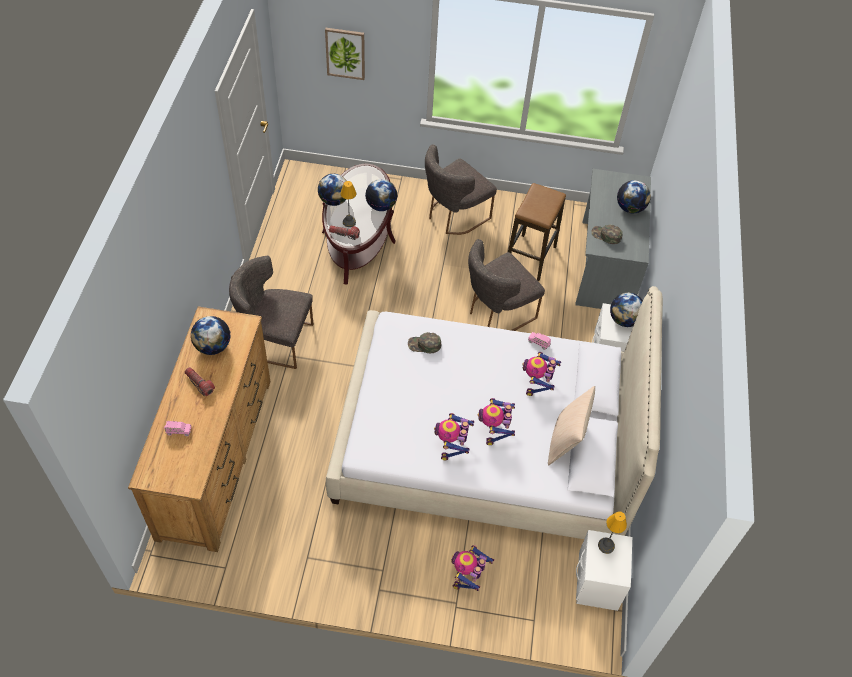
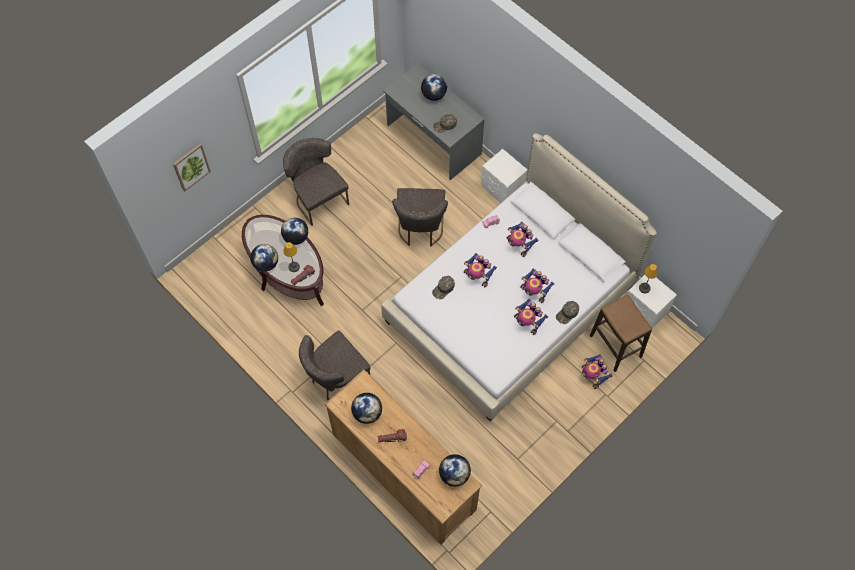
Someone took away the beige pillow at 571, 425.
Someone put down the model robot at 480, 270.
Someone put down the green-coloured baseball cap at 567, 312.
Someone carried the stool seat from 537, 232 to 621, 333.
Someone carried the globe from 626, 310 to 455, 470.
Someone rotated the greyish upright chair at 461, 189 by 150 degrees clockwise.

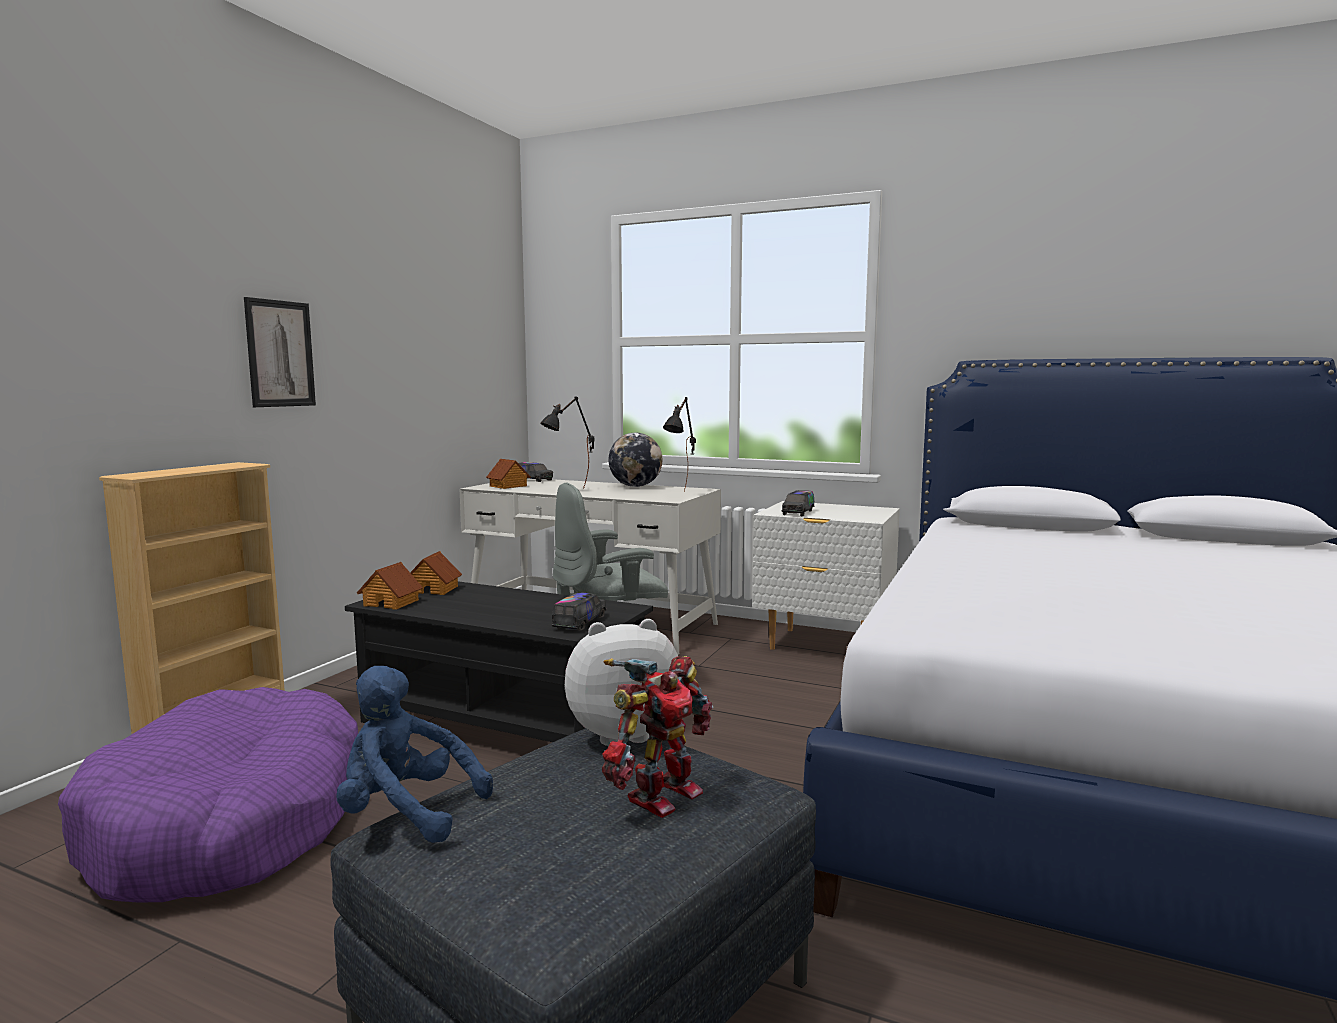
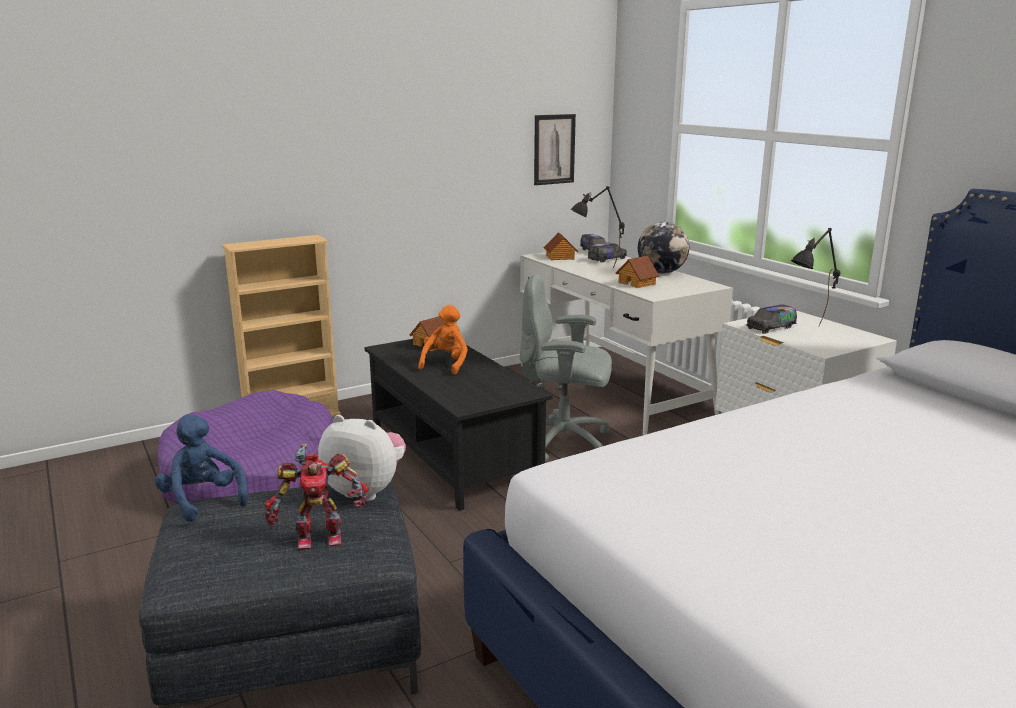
Someone put down the orange plush toy at 443, 340.
Someone carried the wall art from 280, 352 to 555, 149.
Someone carried the toy house from 390, 586 to 637, 272.
Someone carried the model truck from 579, 611 to 607, 253.
Someone carried the black table lamp from 679, 444 to 815, 277.

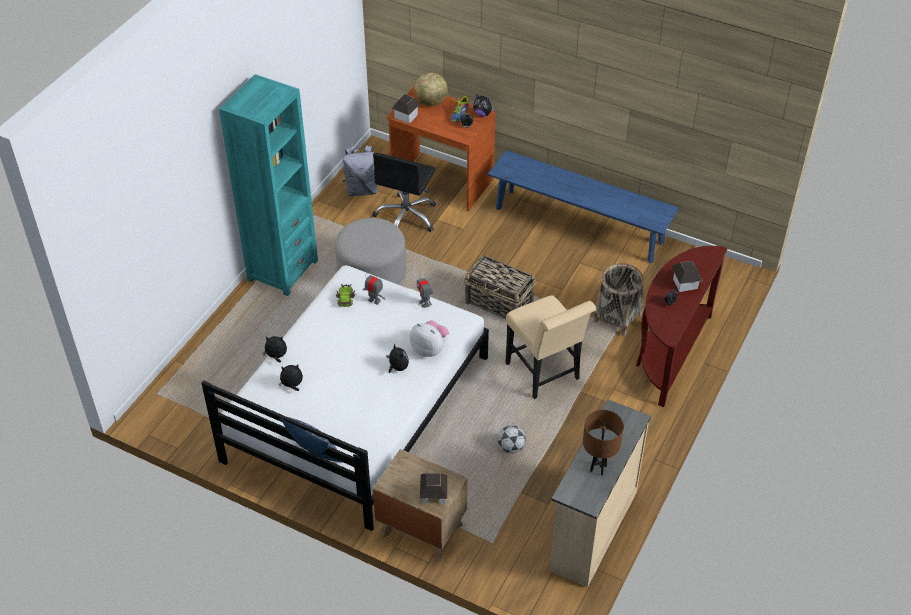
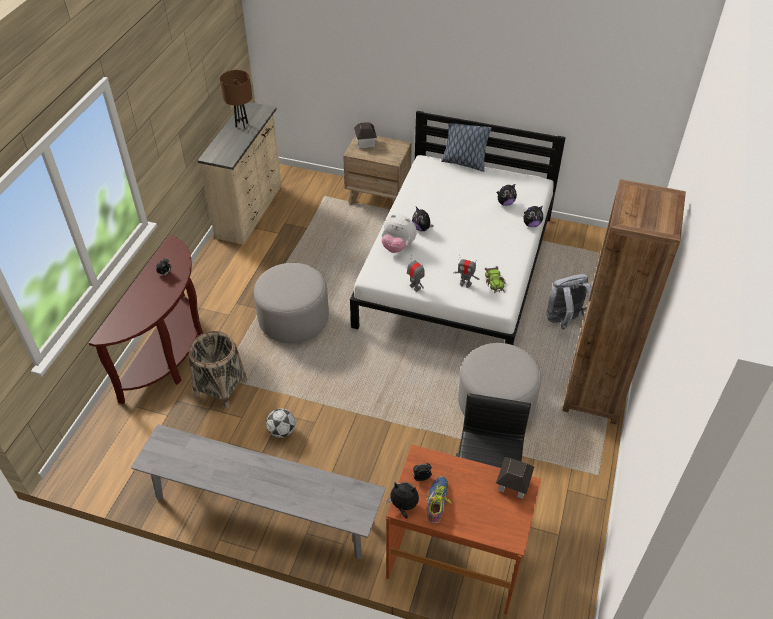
Someone took away the globe at 431, 89.
Someone took away the basket at 500, 287.
Someone took away the toy house at 687, 276.
Someone carried the greyish rucksack from 360, 170 to 569, 302.
Someone carried the football ball from 512, 439 to 280, 423.
Someone swapped the beige upright chair at 550, 347 for the greyish pouffe at 291, 303.
Someone repainted the turquoise-coloured shelving unit at 268, 185, which became the brown-coloured shelving unit at 624, 302.
Someone repainted the bluish bench at 583, 206, which became the greyish bench at 258, 492.

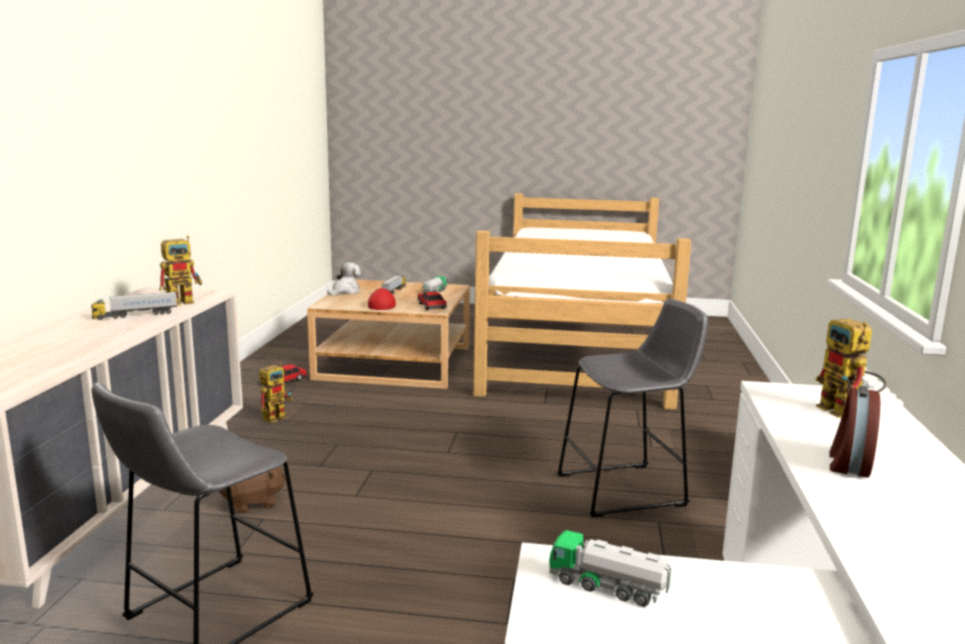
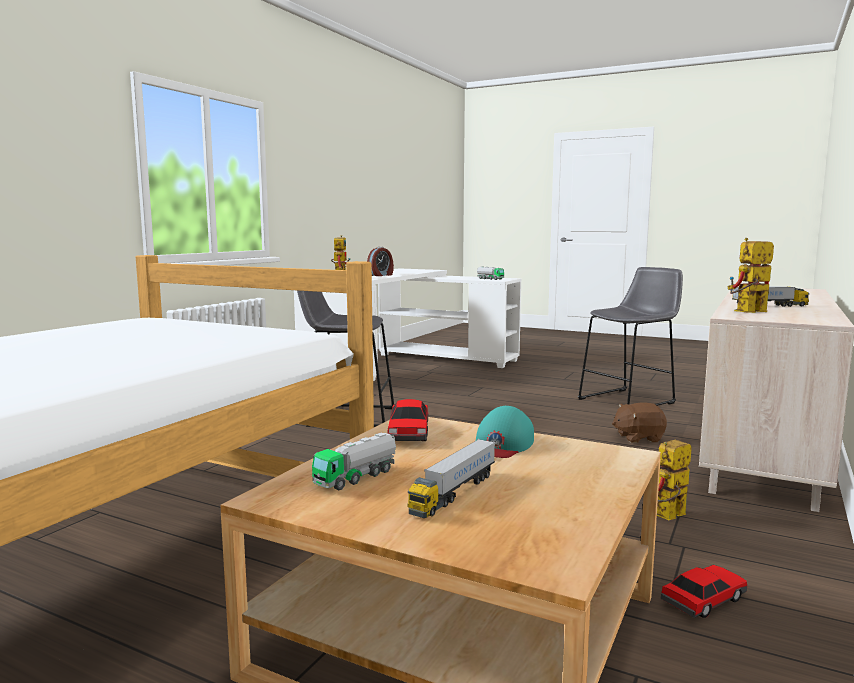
Someone took away the plush toy at 344, 279.
Someone repainted the red-coloured baseball cap at 382, 299, which became the turquoise-coloured baseball cap at 505, 432.

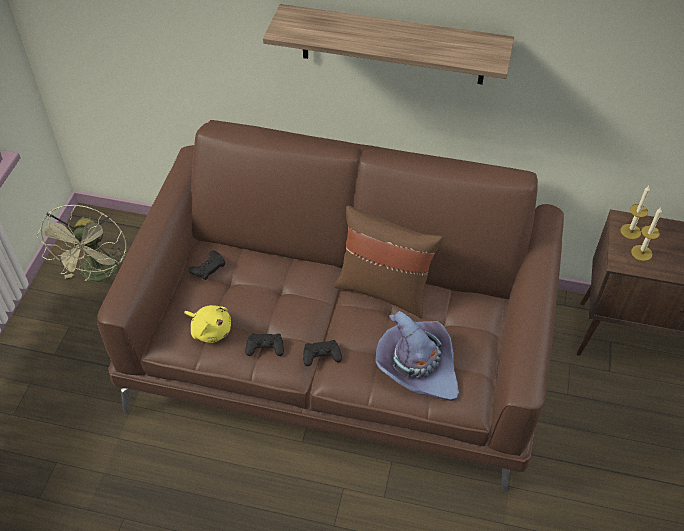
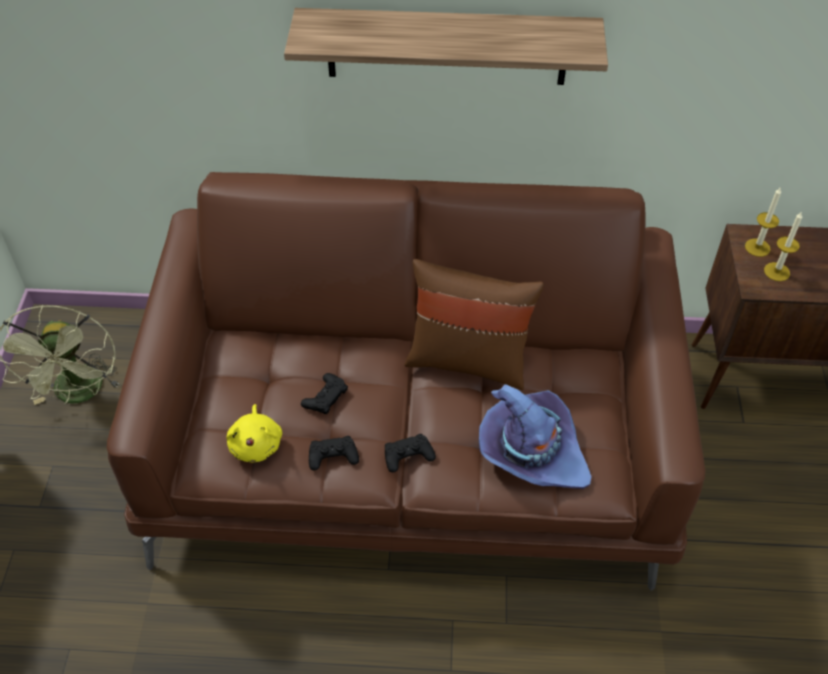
Someone carried the black joypad from 207, 265 to 324, 393.
Someone rotated the yellow-coloured plush toy at 207, 324 by 60 degrees clockwise.

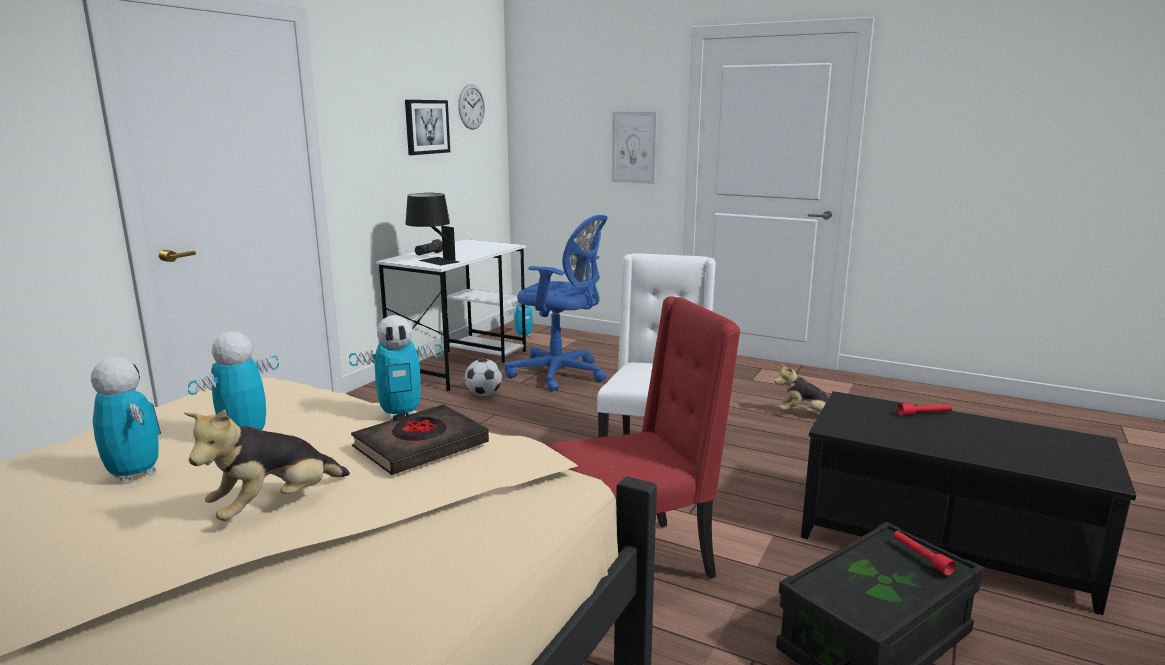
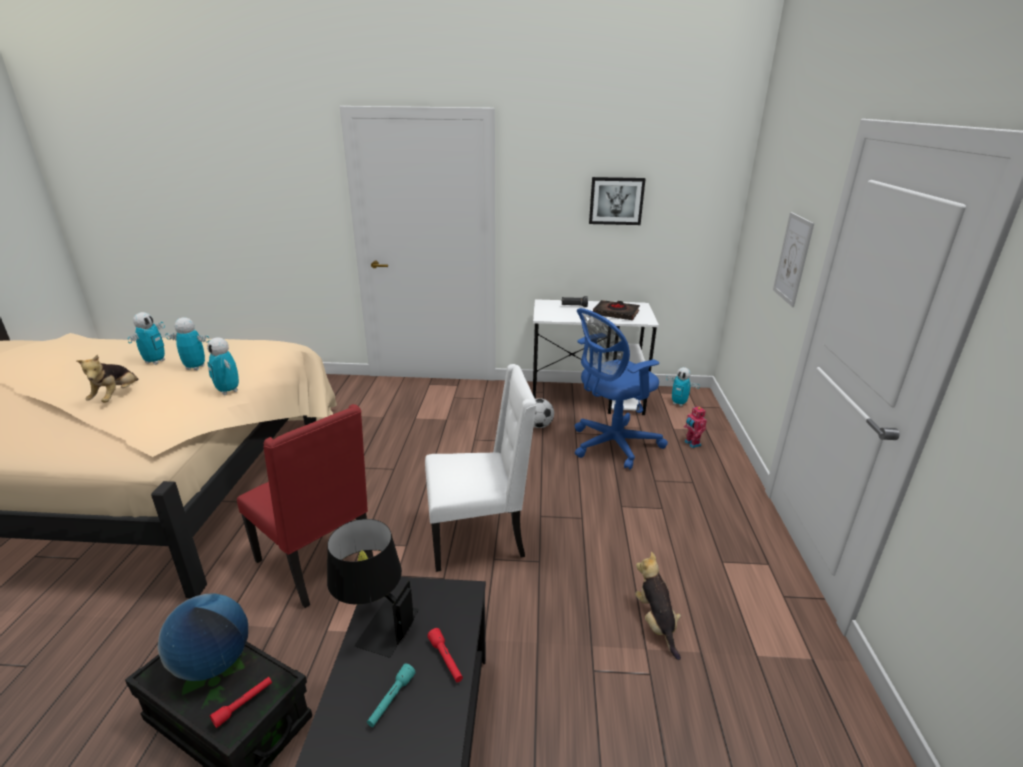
Someone took away the clock on the wall at 471, 107.
Someone put down the globe at 203, 637.
Someone put down the turquoise-coloured flashlight at 391, 695.
Someone put down the model robot at 695, 426.
Someone carried the black book from 420, 439 to 616, 310.
Someone carried the black table lamp from 432, 229 to 373, 588.
Someone rotated the plush toy at 267, 465 by 105 degrees counterclockwise.
Someone rotated the bluish desk chair at 556, 303 by 60 degrees clockwise.

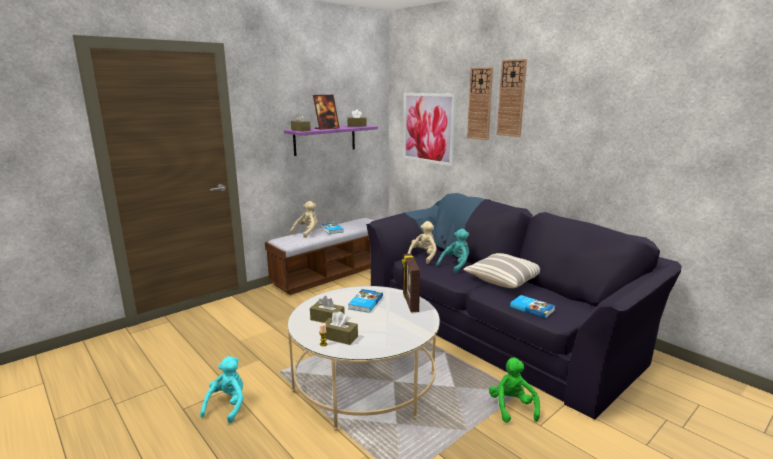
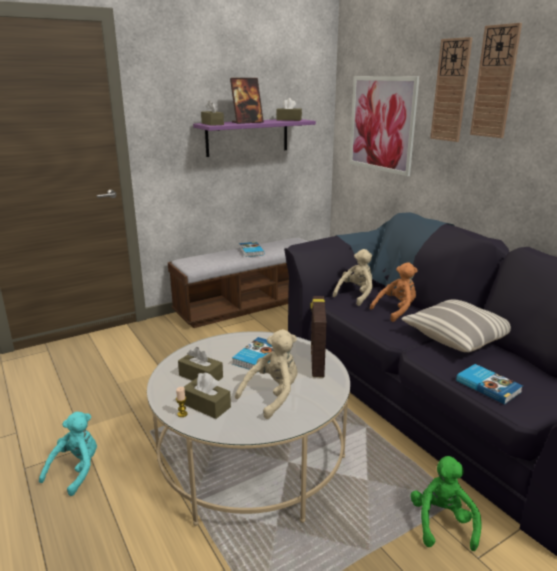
Someone carried the beige plush toy from 304, 219 to 266, 374.
Someone repainted the turquoise-coloured plush toy at 452, 251, which became the orange plush toy at 394, 292.

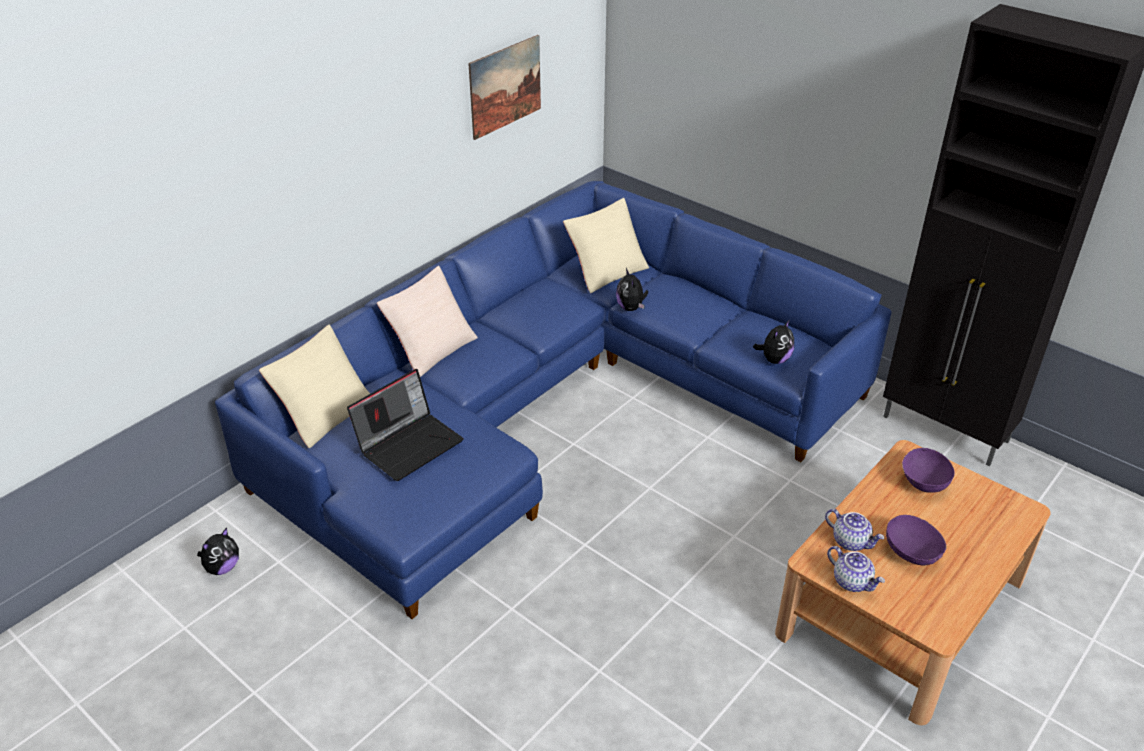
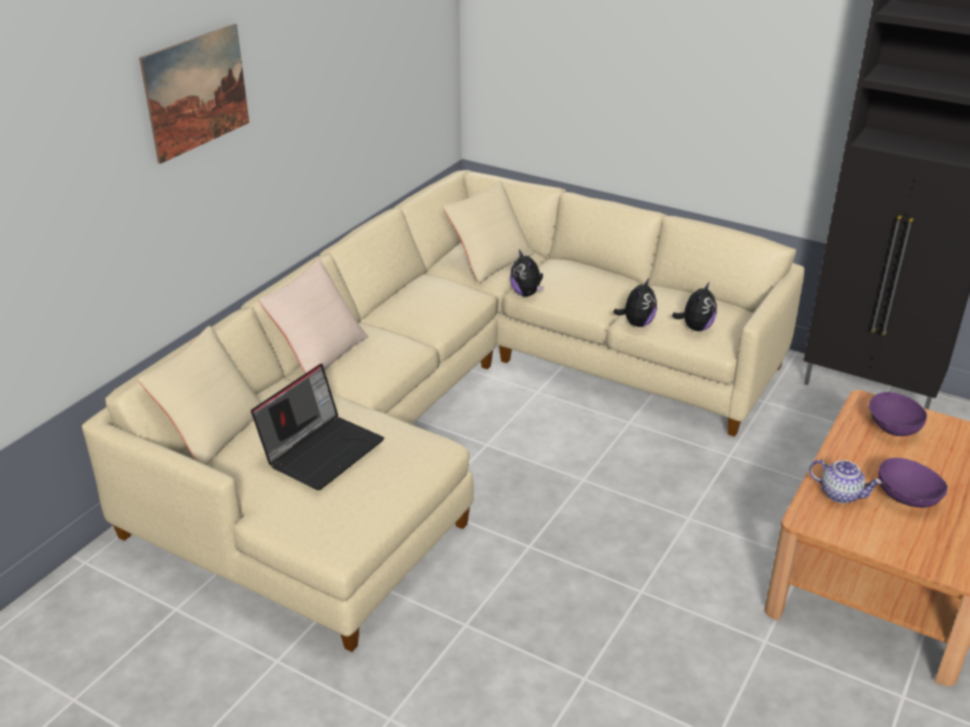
Someone took away the teapot at 856, 569.
Someone carried the plush toy from 218, 551 to 635, 302.
Someone carried the wall art from 504, 87 to 194, 94.
Someone repainted the bluish settee at 553, 400, which became the beige settee at 443, 411.

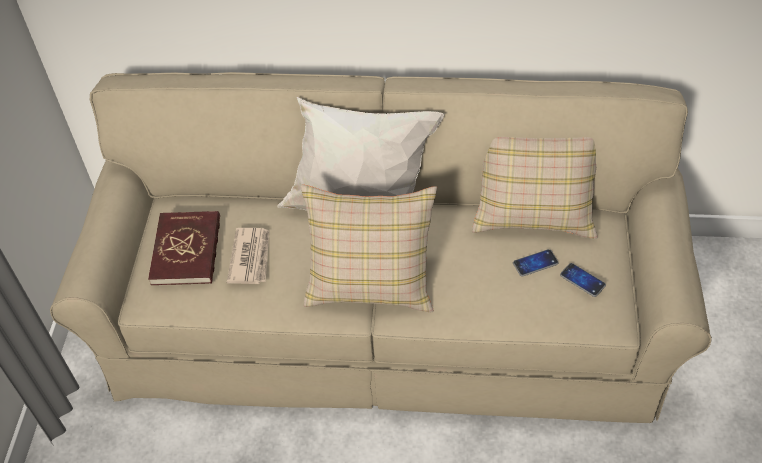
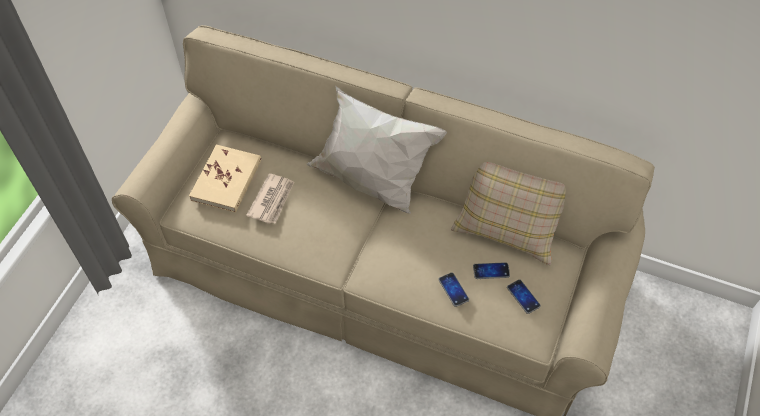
Someone took away the beige pillow at 369, 248.
Someone put down the telephone at 453, 289.
Someone repainted the red-coloured book at 184, 248, which became the beige book at 225, 179.

